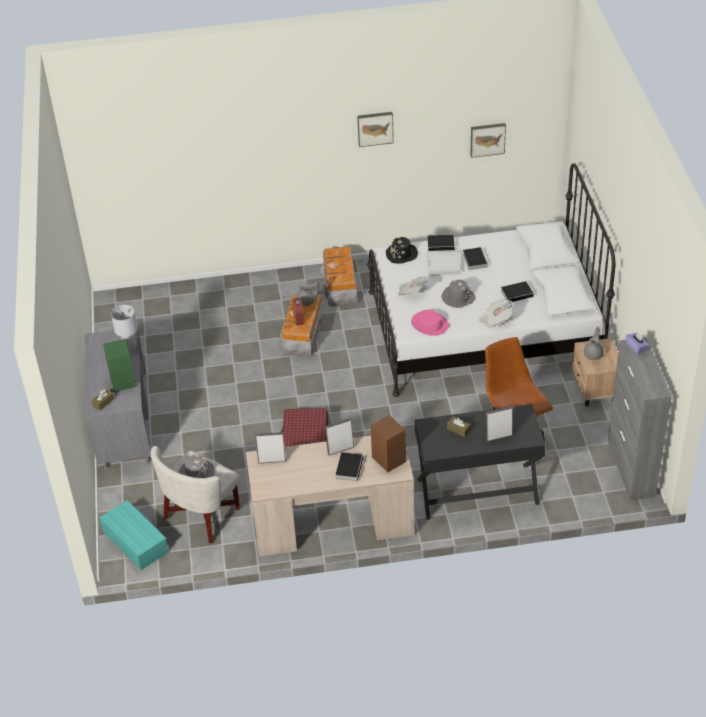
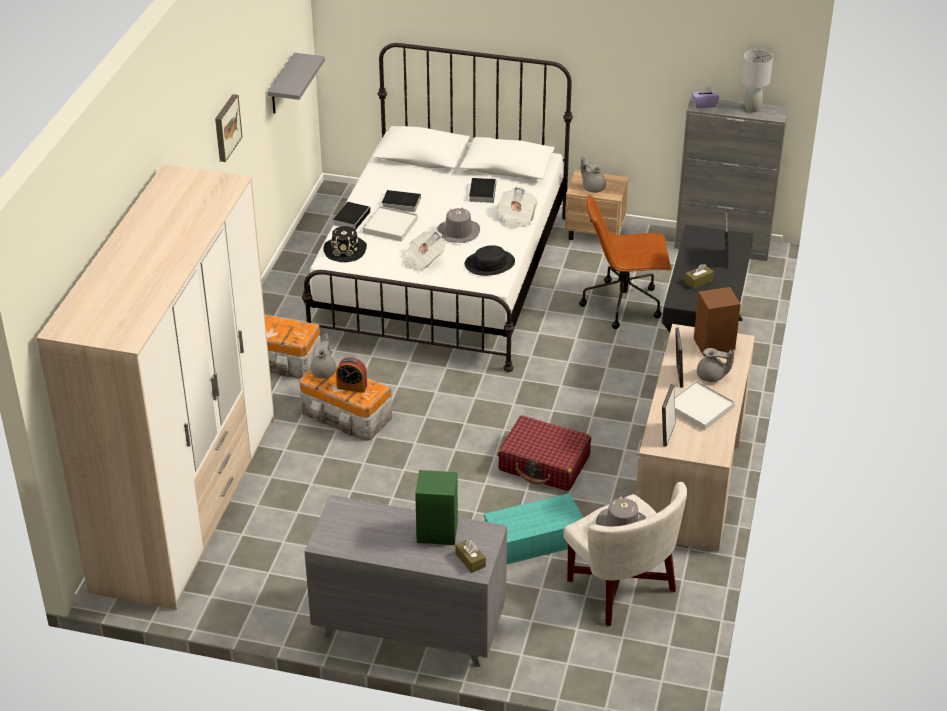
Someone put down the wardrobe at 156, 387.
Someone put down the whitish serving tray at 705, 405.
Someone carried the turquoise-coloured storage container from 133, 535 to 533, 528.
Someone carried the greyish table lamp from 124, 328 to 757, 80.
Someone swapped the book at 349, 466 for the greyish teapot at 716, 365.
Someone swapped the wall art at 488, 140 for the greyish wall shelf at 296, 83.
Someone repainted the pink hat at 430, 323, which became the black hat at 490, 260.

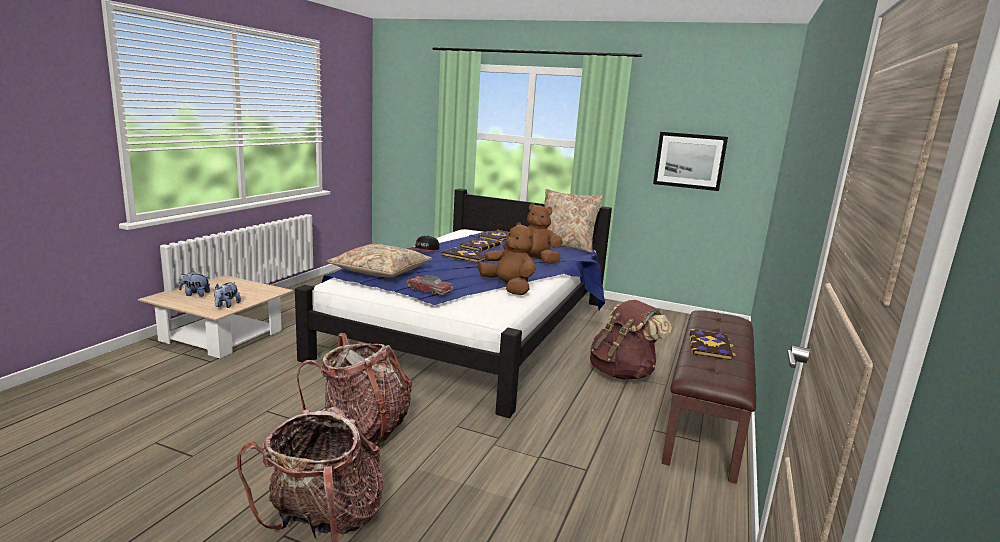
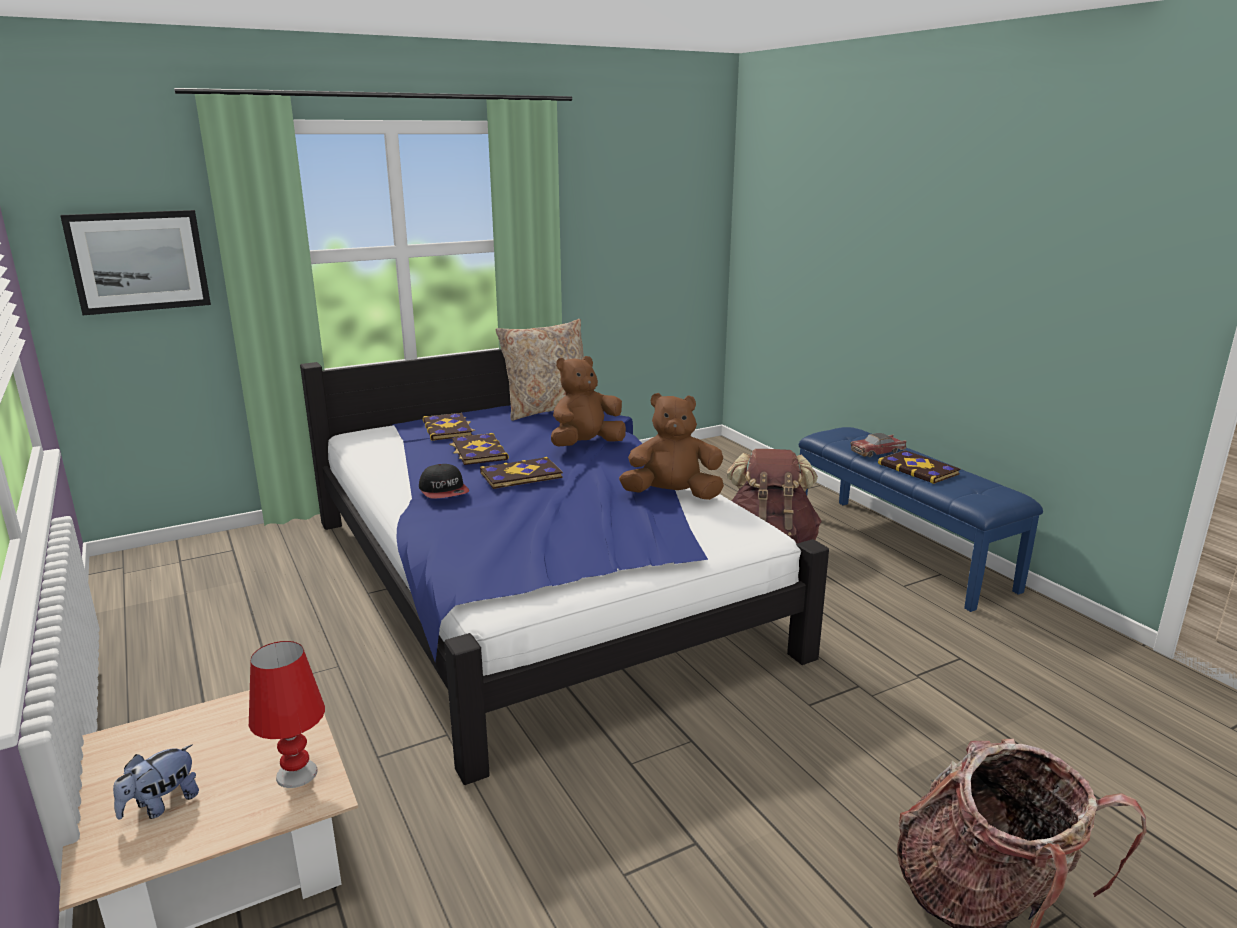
Someone took away the rucksack at 354, 390.
Someone took away the beige pillow at 380, 261.
Someone carried the miniature car from 430, 285 to 878, 445.
Someone carried the wall art from 690, 161 to 135, 262.
Someone swapped the plush toy at 227, 295 for the red-coloured table lamp at 287, 714.
Someone repainted the brown-coloured bench at 709, 397, which became the bluish bench at 921, 519.

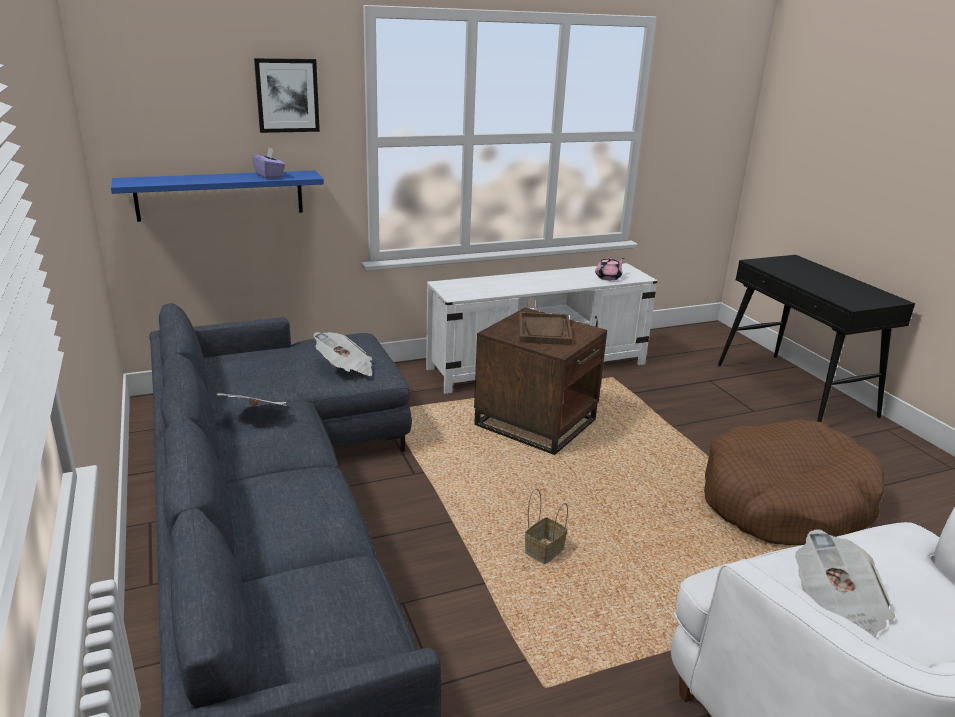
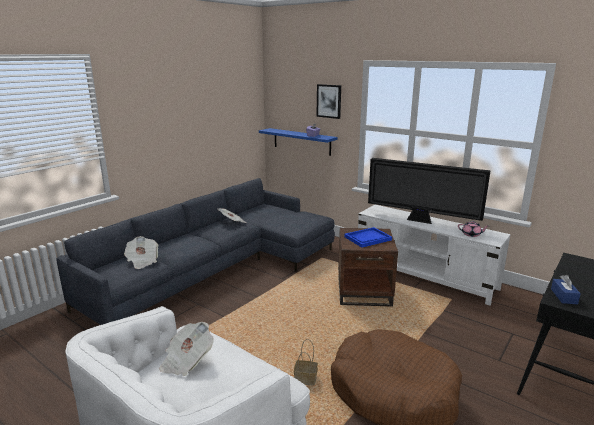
Someone put down the television at 429, 191.
Someone put down the bluish tissue holder at 566, 289.
Someone carried the newspaper from 343, 354 to 141, 252.
Someone carried the basket from 546, 526 to 306, 362.
Someone repainted the brown-coloured serving tray at 545, 328, which became the bluish serving tray at 368, 237.

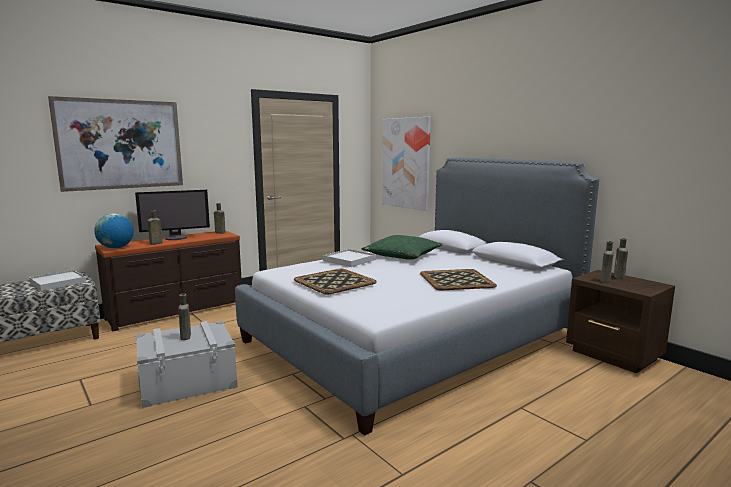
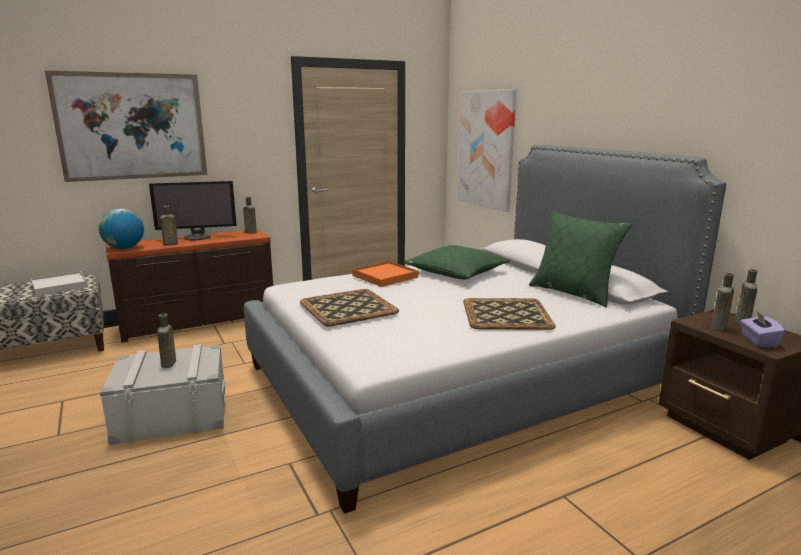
Someone put down the green-coloured pillow at 580, 259.
Someone put down the purplish tissue holder at 763, 329.
Someone repainted the whitish serving tray at 349, 258, which became the orange serving tray at 385, 274.

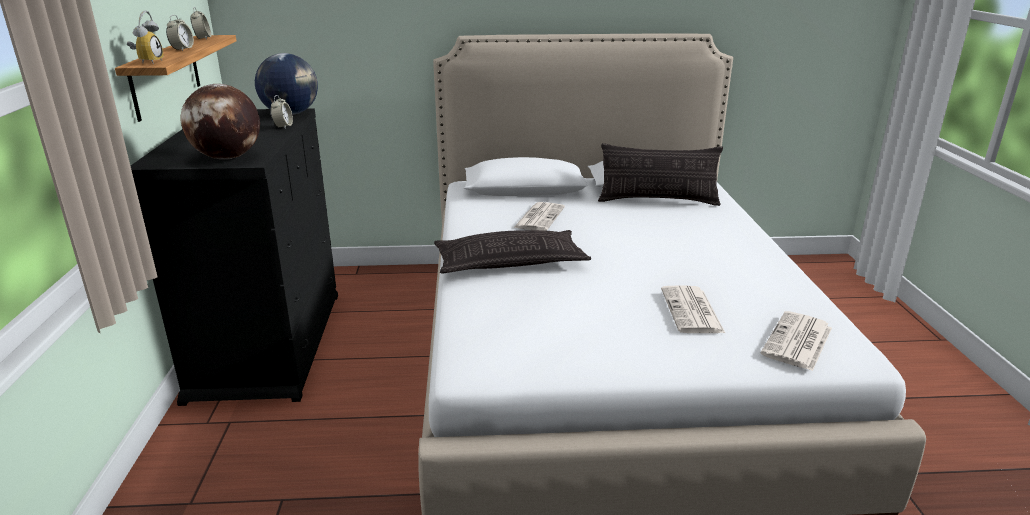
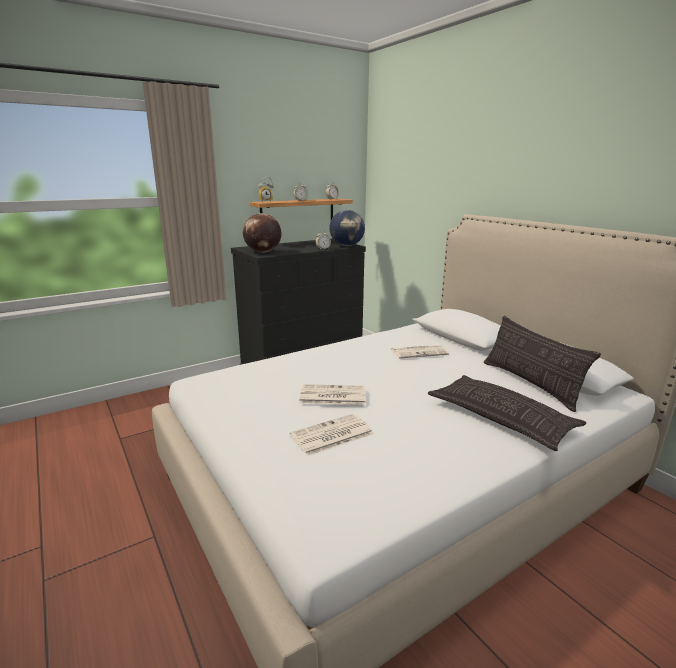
Someone carried the pillow from 512, 252 to 507, 413.
Someone carried the newspaper from 796, 341 to 332, 394.

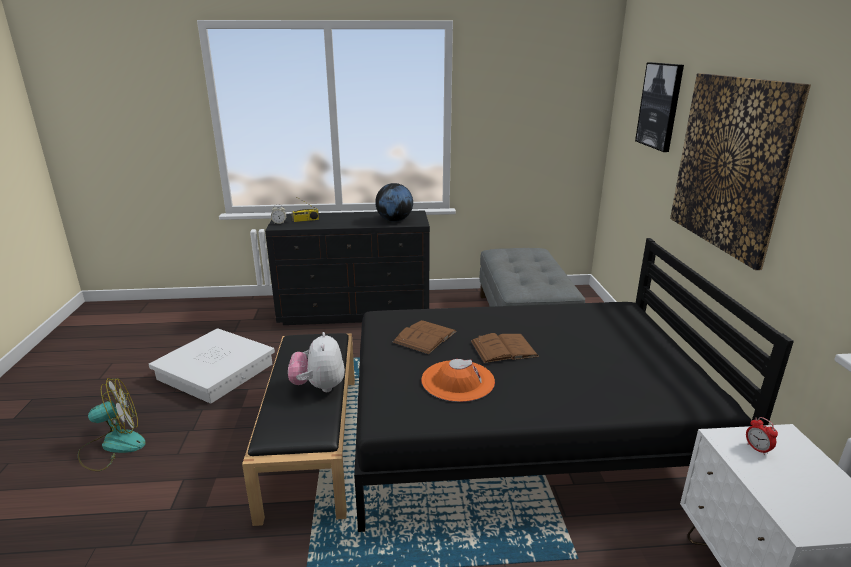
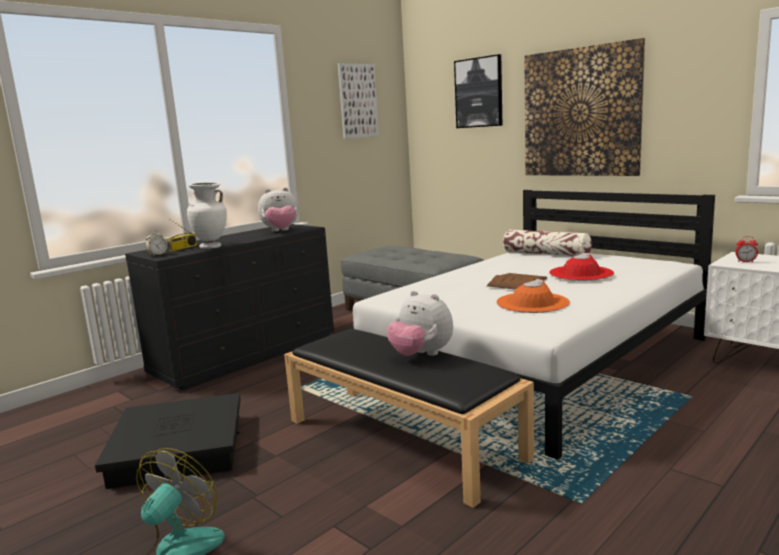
Someone took away the brown-coloured book at 425, 337.
Someone put down the whitish vase at 207, 216.
Someone put up the wall art at 358, 101.
Someone put down the pillow at 547, 242.
Someone put down the red-coloured hat at 581, 267.
Someone swapped the globe at 394, 202 for the plush toy at 278, 209.
Someone repainted the whitish storage container at 212, 366, which became the black storage container at 167, 441.
Someone repainted the black bed at 574, 385, which became the whitish bed at 531, 325.

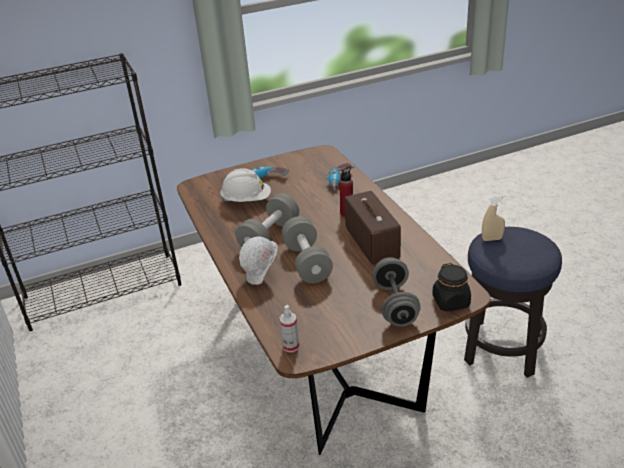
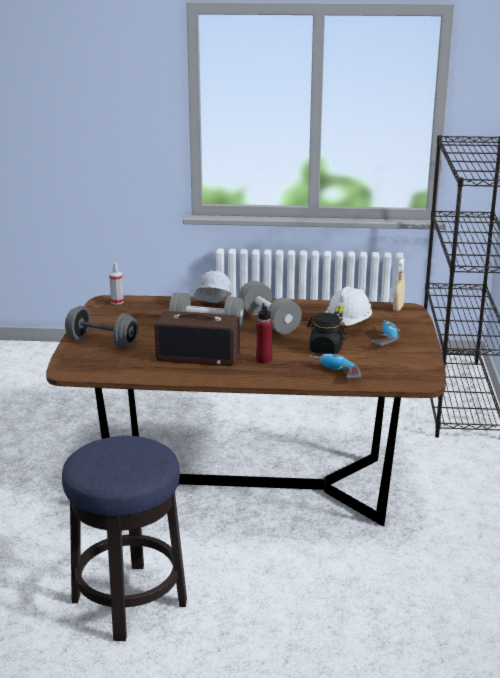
Someone carried the black preserve jar from 451, 287 to 326, 333.
Someone carried the beige sprayer from 493, 218 to 399, 284.

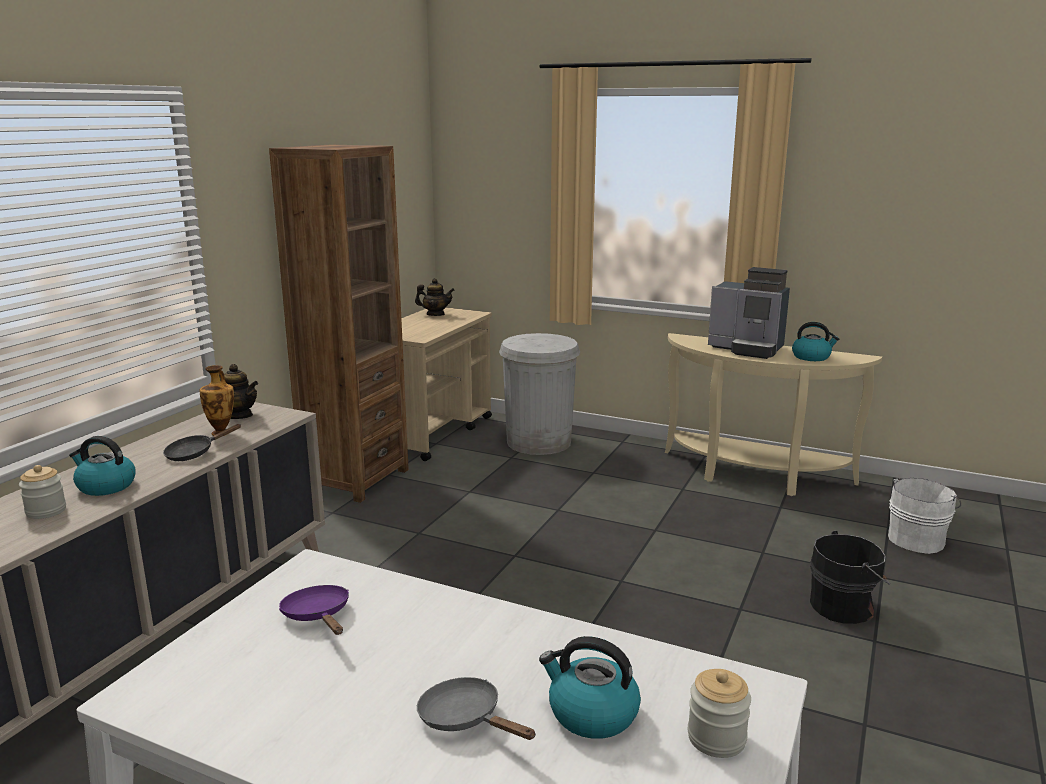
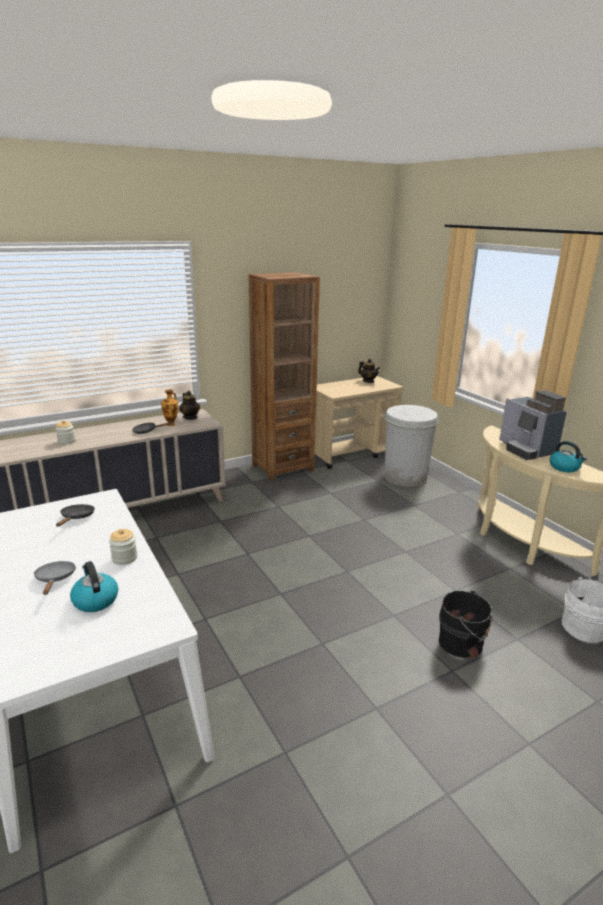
Someone took away the water kettle at 102, 466.
Someone carried the preserve jar from 719, 713 to 123, 547.
Someone repainted the purplish frying pan at 314, 610, which became the black frying pan at 75, 515.

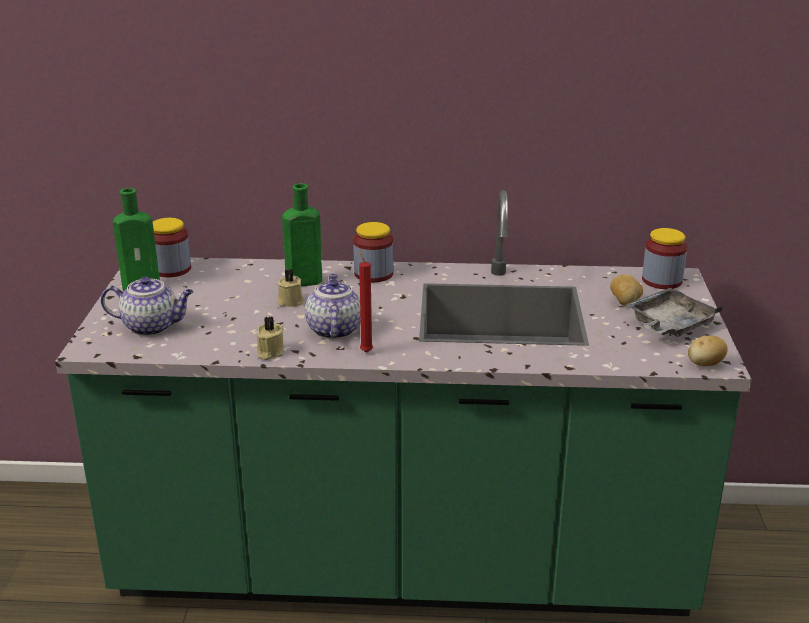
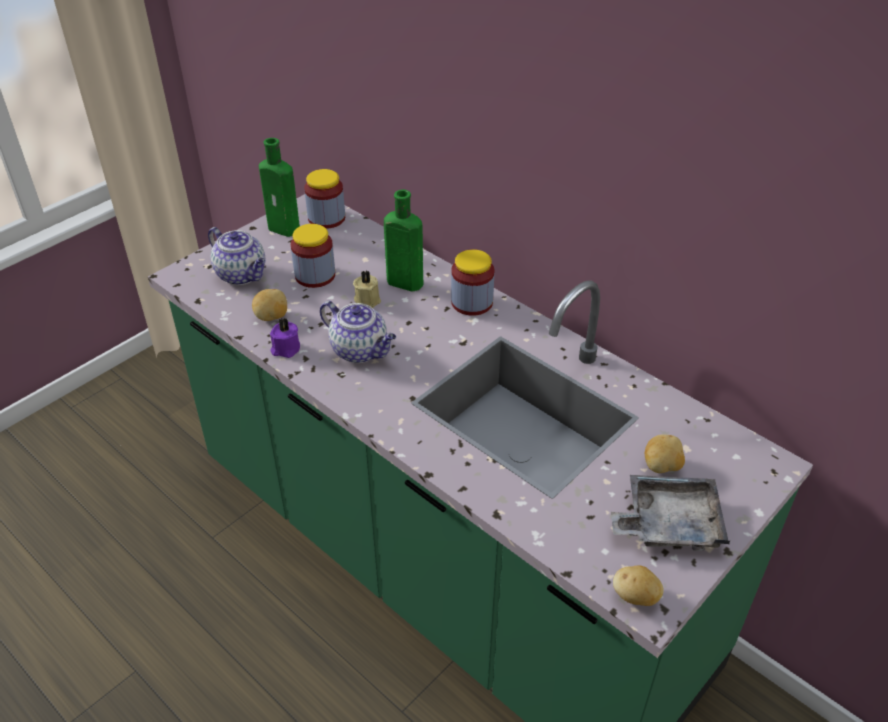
Someone took away the red-coloured wax candle at 366, 300.
Someone put down the whole potato at 269, 305.
Someone carried the preserve jar from 664, 258 to 313, 256.
Someone repainted the beige wax candle at 270, 338, which became the purplish wax candle at 285, 338.
Someone rotated the teapot at 333, 306 by 90 degrees clockwise.

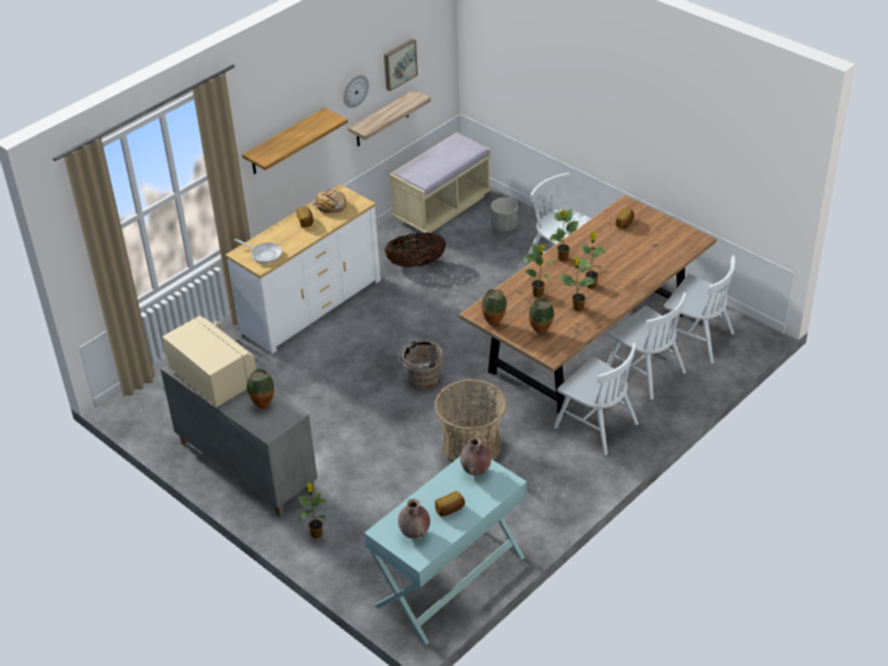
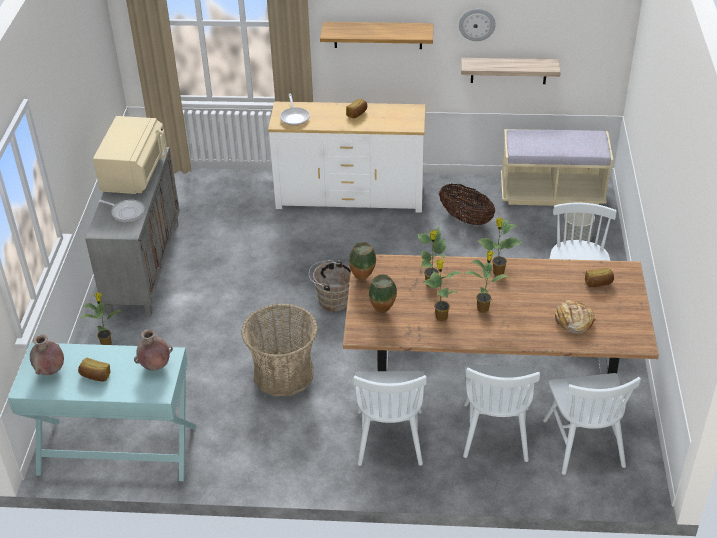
Someone took away the wall art at 401, 65.
Someone carried the baked bread from 329, 202 to 574, 317.
Someone swapped the vase at 260, 389 for the frying pan at 122, 211.

